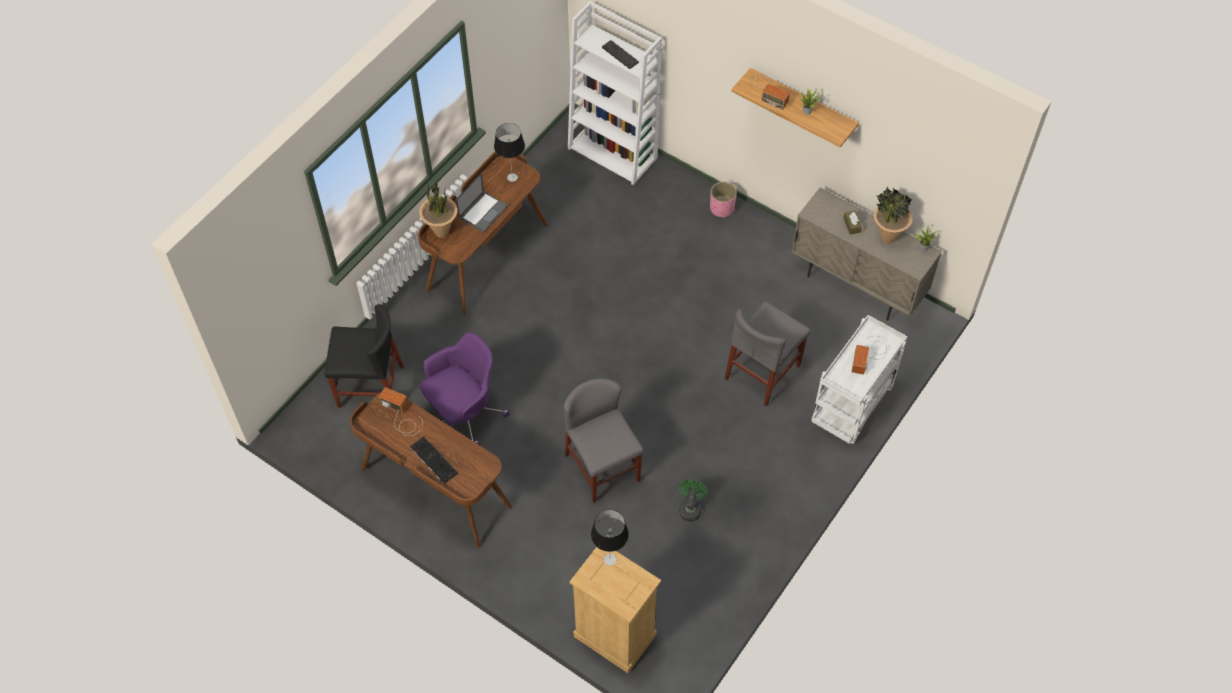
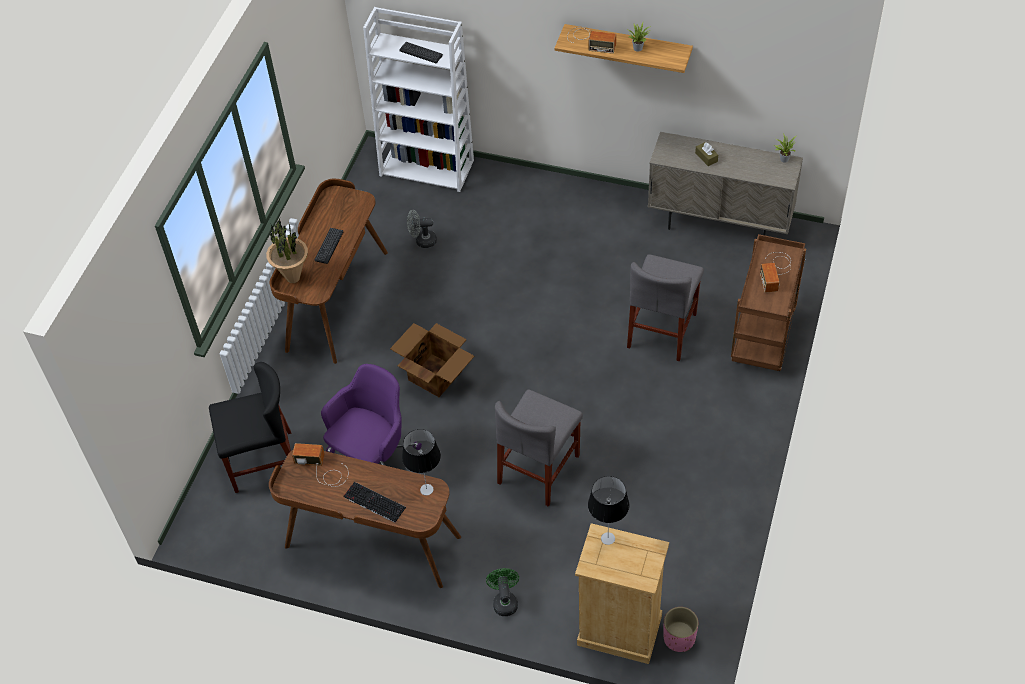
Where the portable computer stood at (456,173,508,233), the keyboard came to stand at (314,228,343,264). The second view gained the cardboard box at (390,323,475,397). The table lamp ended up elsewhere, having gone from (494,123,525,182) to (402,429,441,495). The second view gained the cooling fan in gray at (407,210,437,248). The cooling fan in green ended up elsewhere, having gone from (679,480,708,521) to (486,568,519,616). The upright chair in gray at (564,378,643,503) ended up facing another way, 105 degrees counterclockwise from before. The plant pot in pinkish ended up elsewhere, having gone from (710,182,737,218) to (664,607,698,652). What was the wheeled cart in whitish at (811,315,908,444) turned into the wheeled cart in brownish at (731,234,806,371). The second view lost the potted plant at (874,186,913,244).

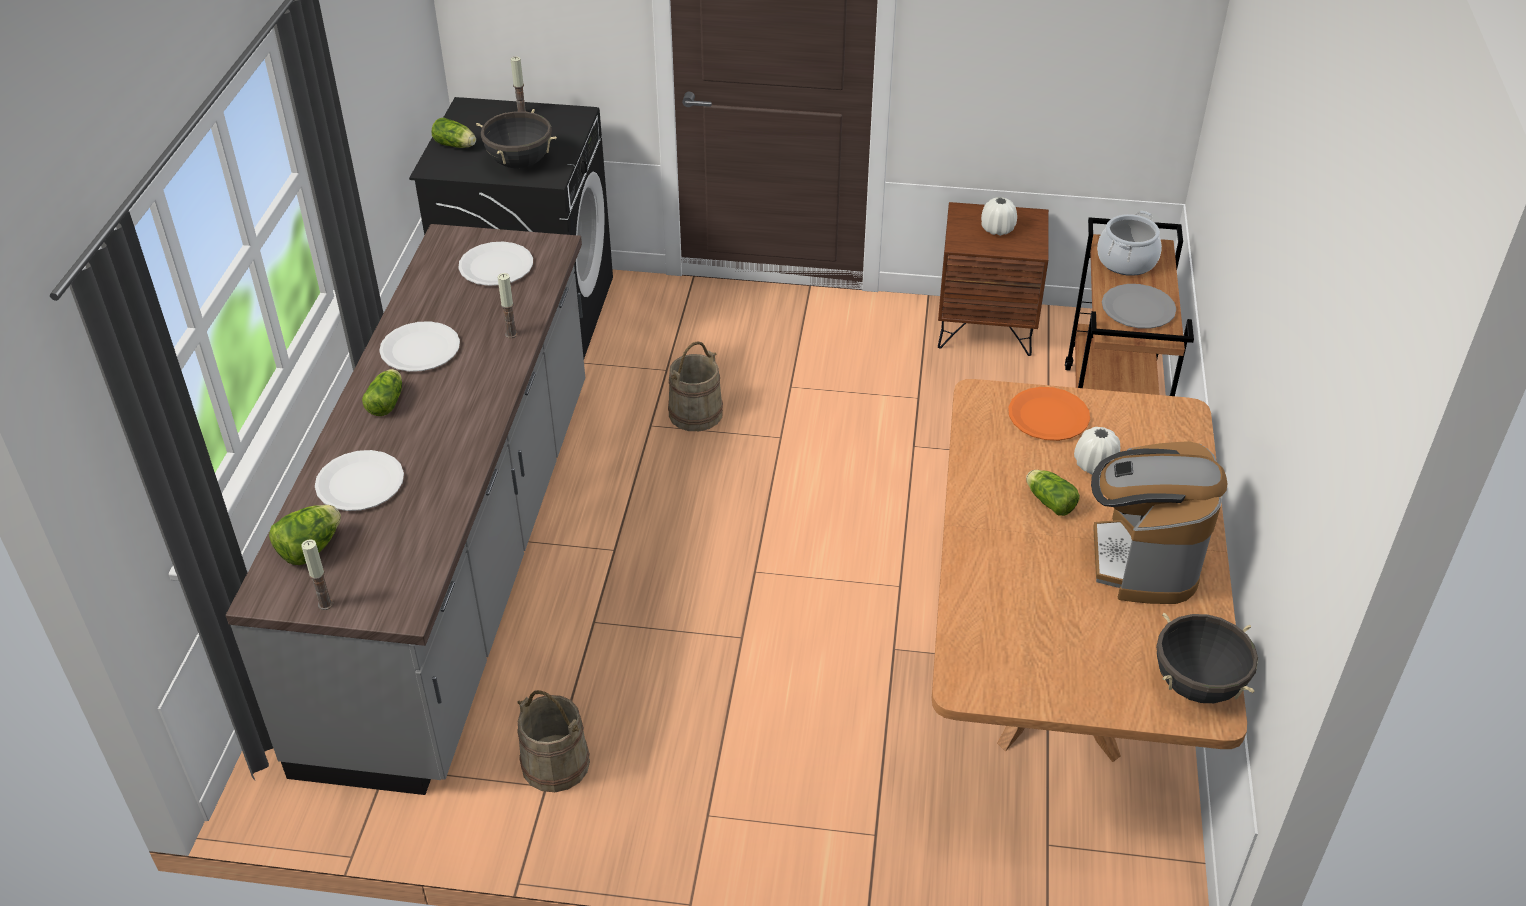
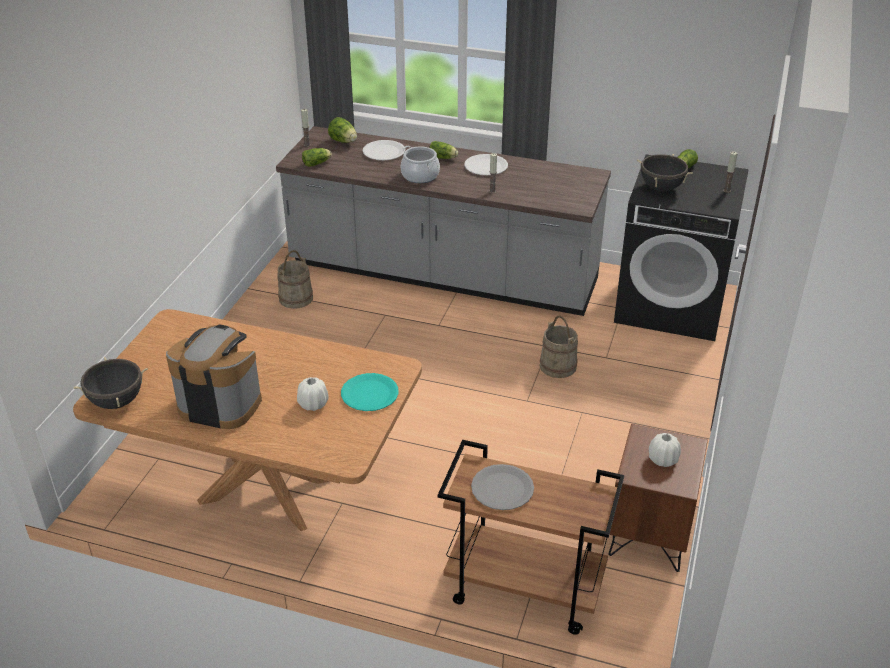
The head of lettuce ended up elsewhere, having gone from (1026,470,1080,516) to (302,148,332,167). What was the plate in orangey at (1008,387,1090,441) turned into the plate in turquoise-coloured at (341,373,399,411). The saucepot ended up elsewhere, having gone from (1097,211,1162,276) to (401,146,440,183). The second view lost the plate in whitish at (459,242,533,286).

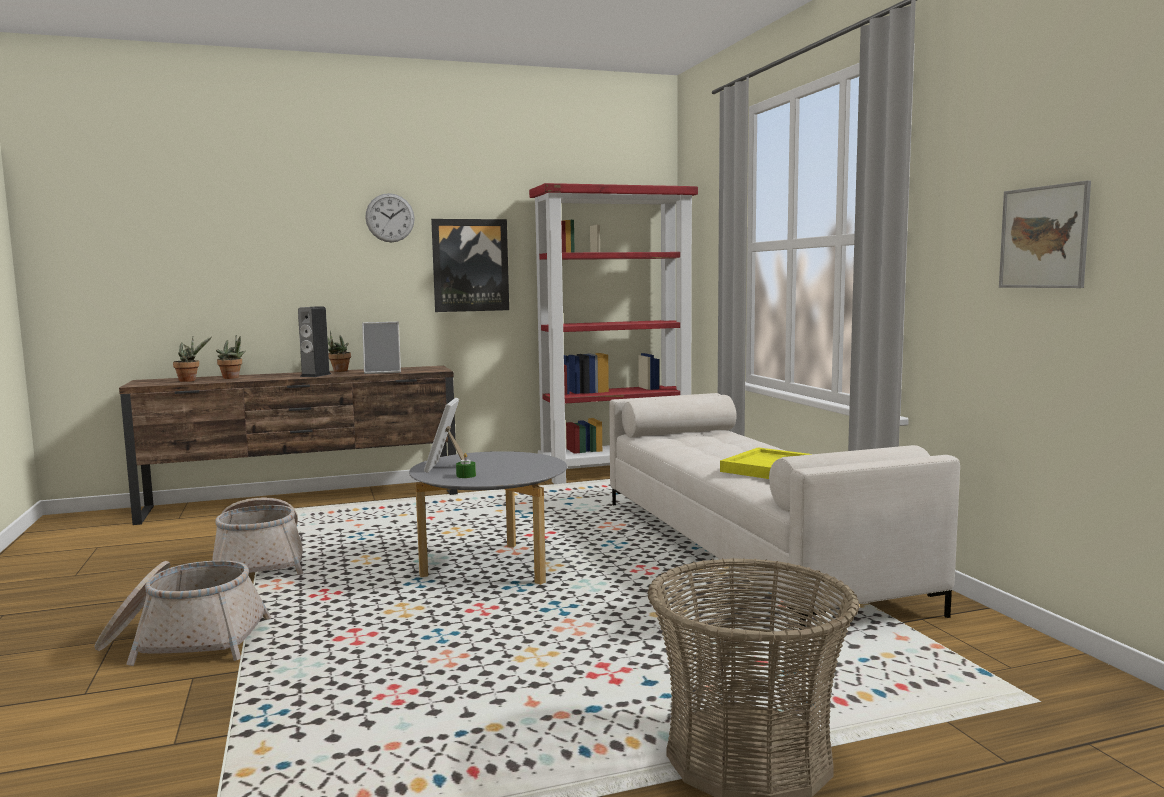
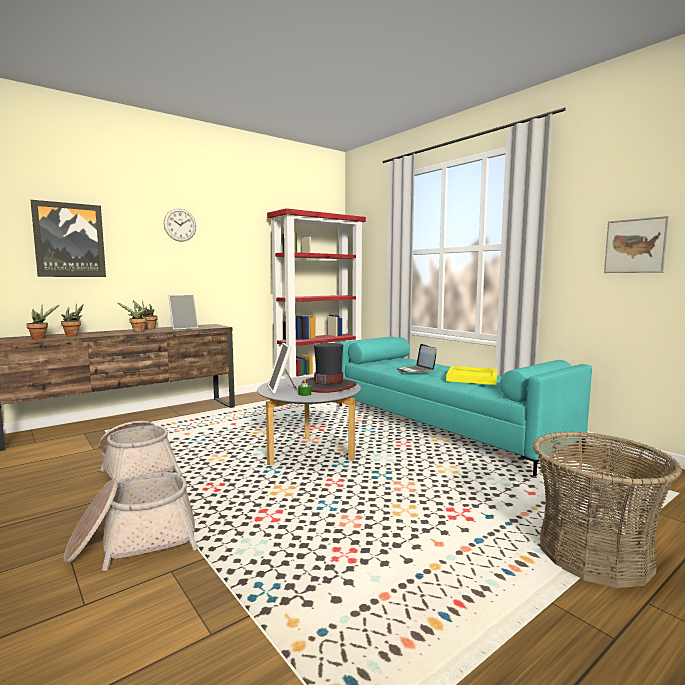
The wall picture ended up elsewhere, having gone from (431,219,509,312) to (31,200,106,277). Where the speaker stood at (298,307,331,377), the potted plant came to stand at (118,303,147,332). The second view gained the wearable hat at (301,343,356,393). What was the sofa in whitish at (609,393,960,630) turned into the sofa in turquoise-coloured at (339,336,592,476). The second view gained the portable computer at (397,344,436,372).

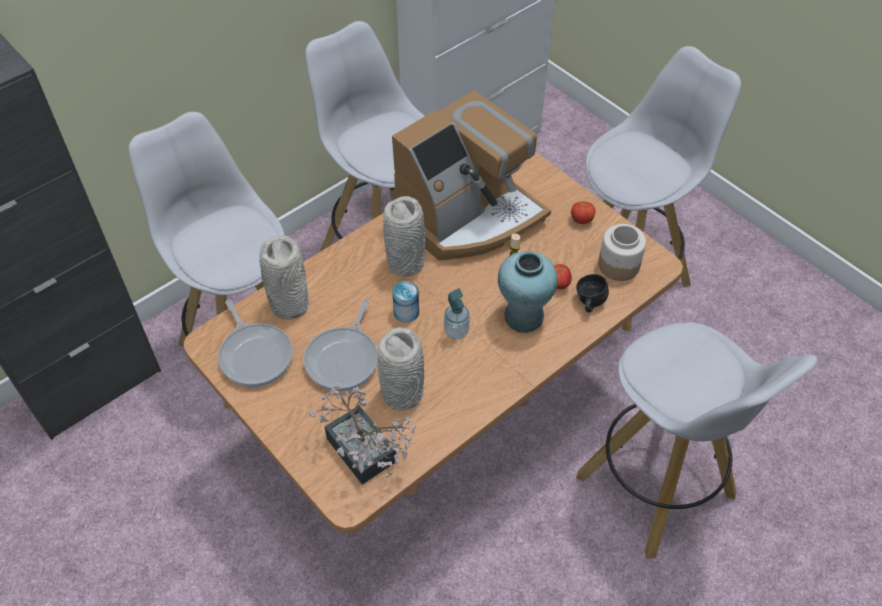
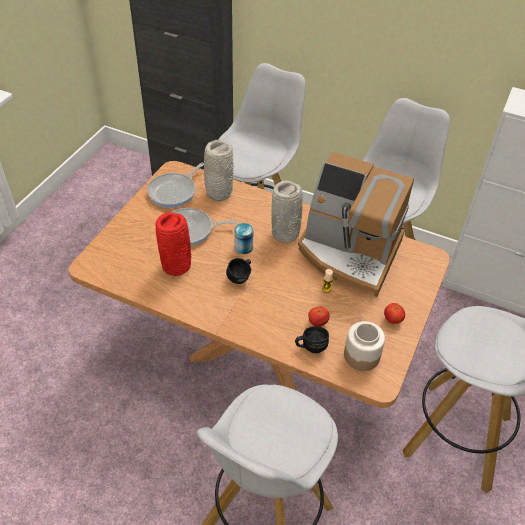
What was the vase in gray at (377,327,424,410) turned into the vase in reddish at (156,212,191,276). Where the liquid soap bottle stood at (444,288,470,340), the coffee mug in blackish came to stand at (226,258,251,284). The second view lost the potted plant at (309,383,416,484). The second view lost the vase in turquoise-coloured at (498,251,558,333).

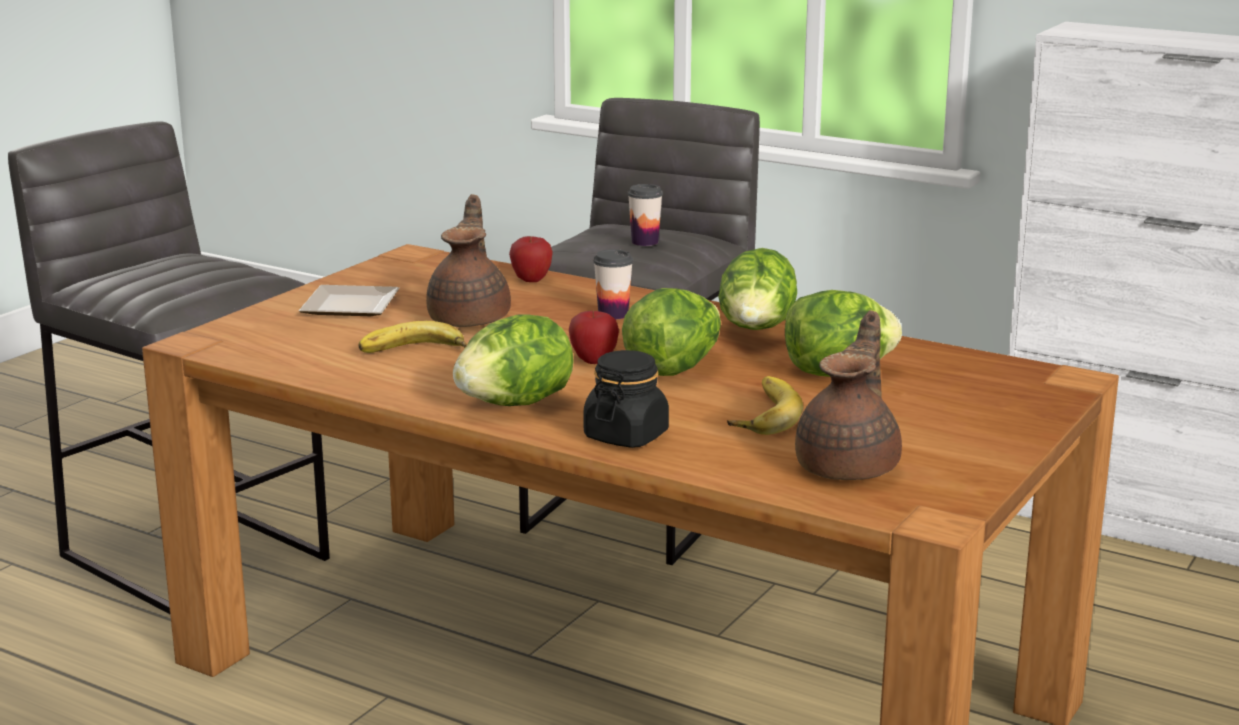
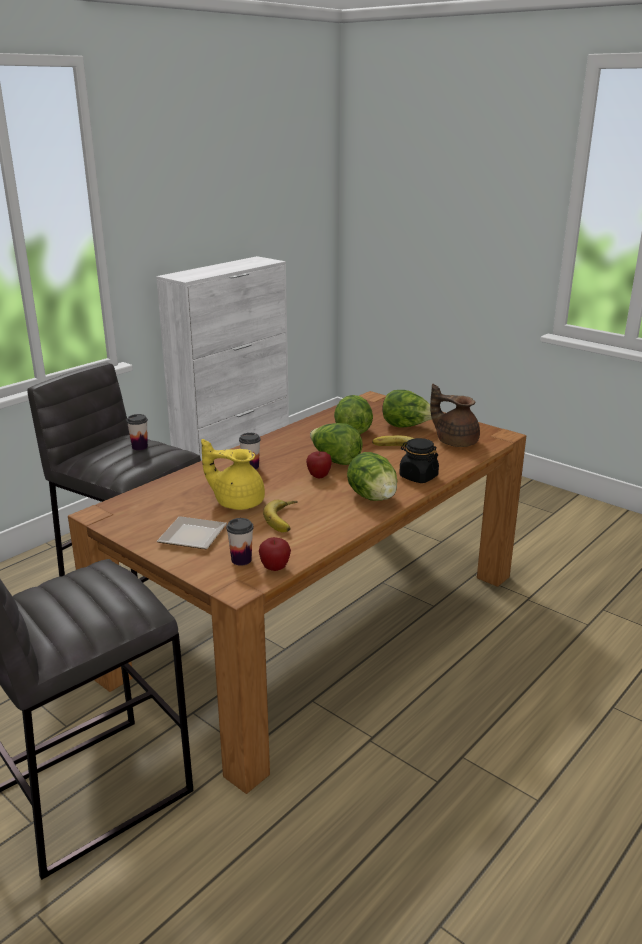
What was the pot for tea in brownish at (426,194,511,327) turned into the pot for tea in yellowish at (201,439,265,510). The second view gained the drinking cup at (226,518,254,565). The apple ended up elsewhere, having gone from (509,236,553,282) to (259,537,291,571). The head of lettuce ended up elsewhere, having gone from (718,248,797,330) to (382,390,432,428).

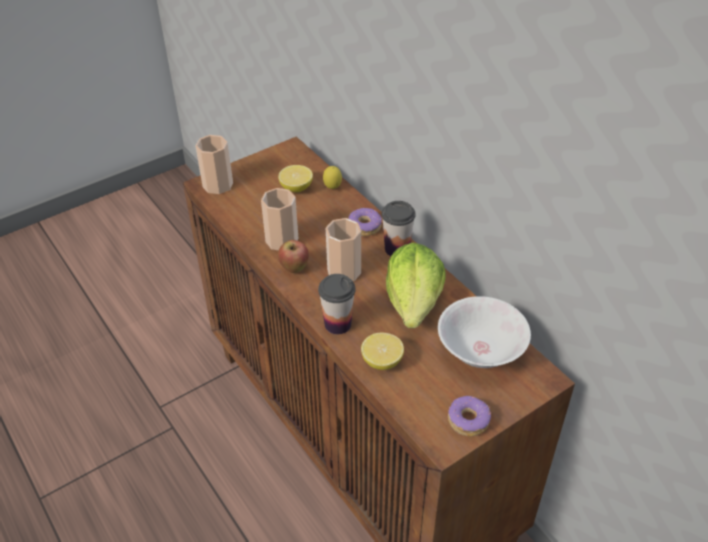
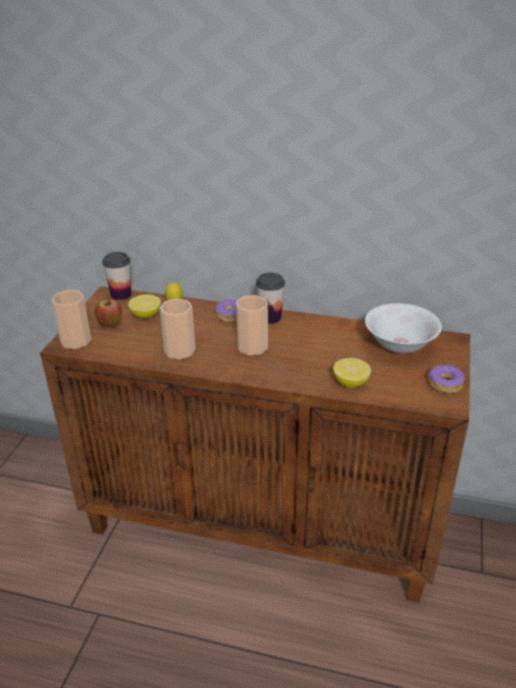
The apple ended up elsewhere, having gone from (278,240,309,273) to (95,299,122,327). The drinking cup ended up elsewhere, having gone from (318,274,356,334) to (102,252,131,300). The second view lost the head of lettuce at (386,243,445,328).

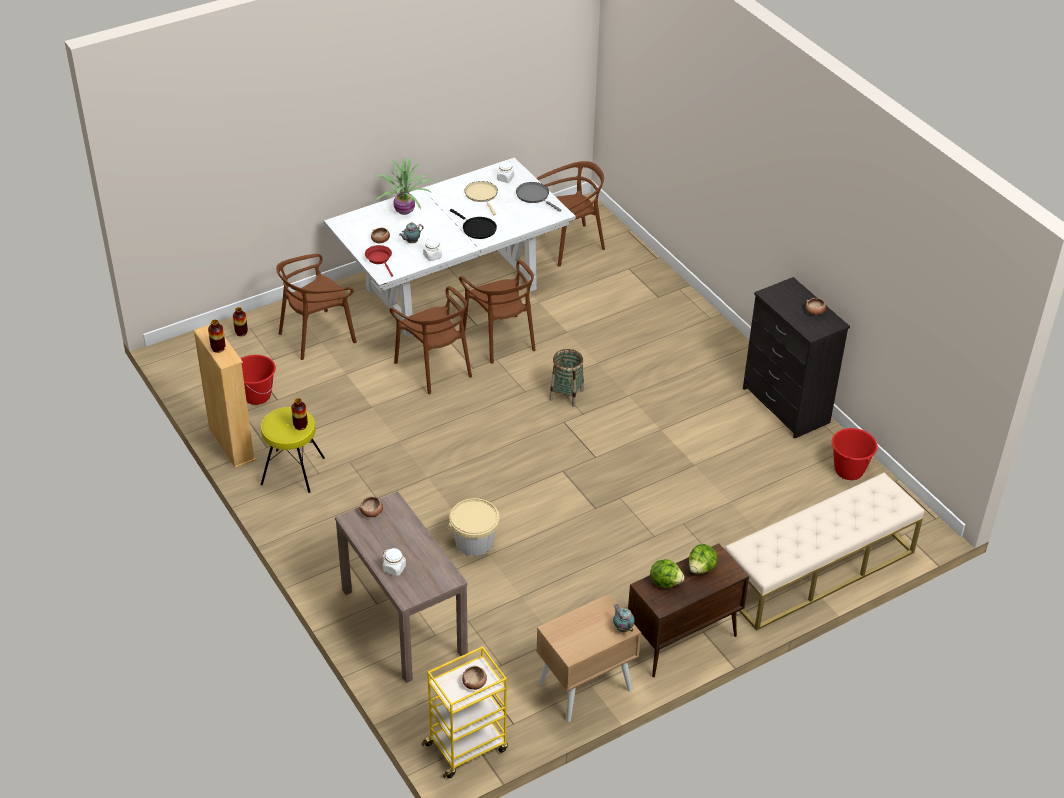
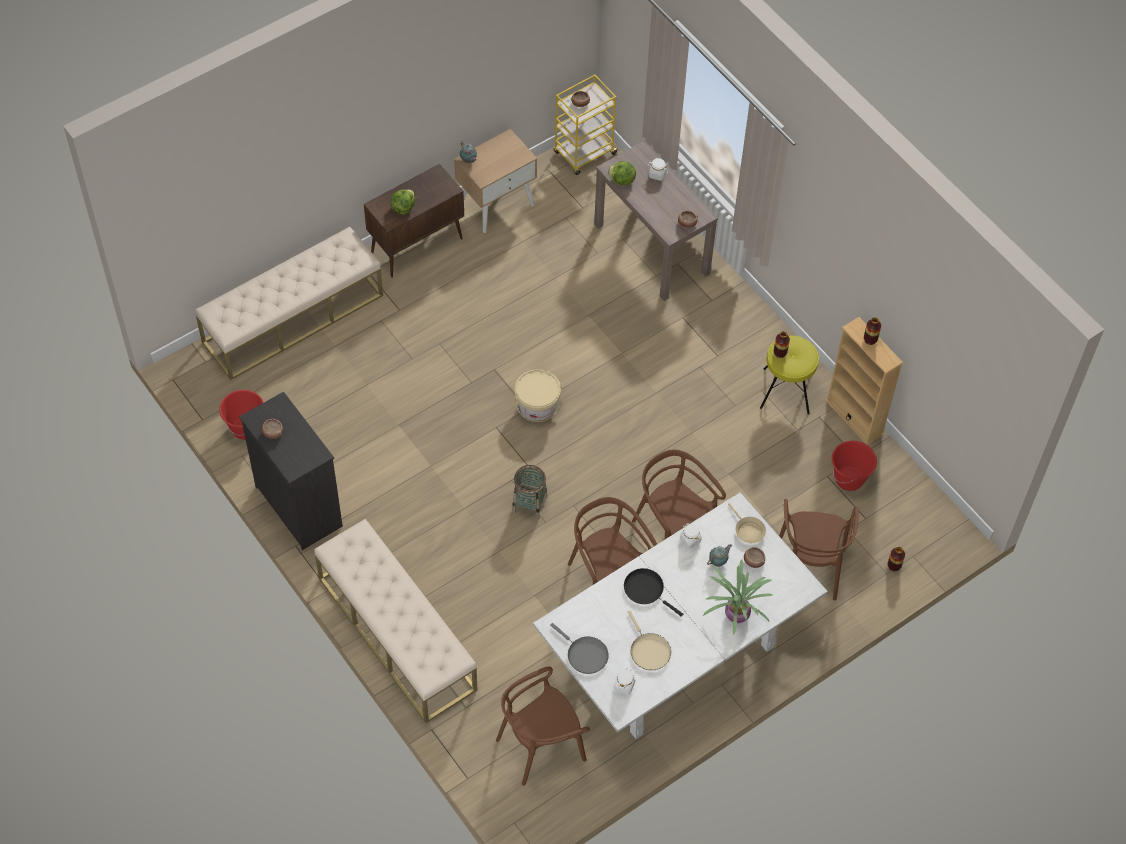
The second view gained the long seat in beige-coloured at (314,519,477,723). The water bucket in beige-coloured ended up elsewhere, having gone from (446,498,500,556) to (514,369,564,422). The head of lettuce ended up elsewhere, having gone from (650,559,684,588) to (608,161,636,185). What was the skillet in reddish at (365,245,393,277) turned into the skillet in beige-coloured at (728,503,766,543). The upright chair in brownish at (276,254,357,360) ended up facing another way, 135 degrees clockwise from before.

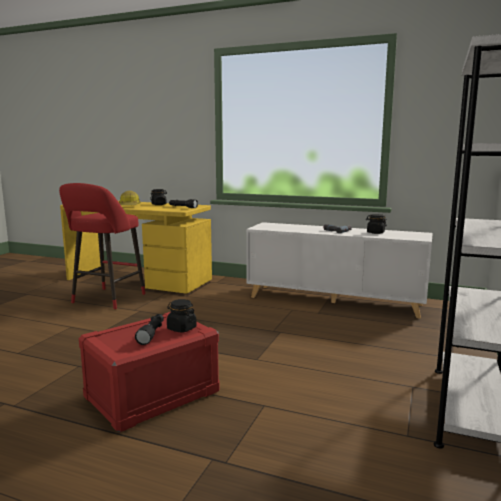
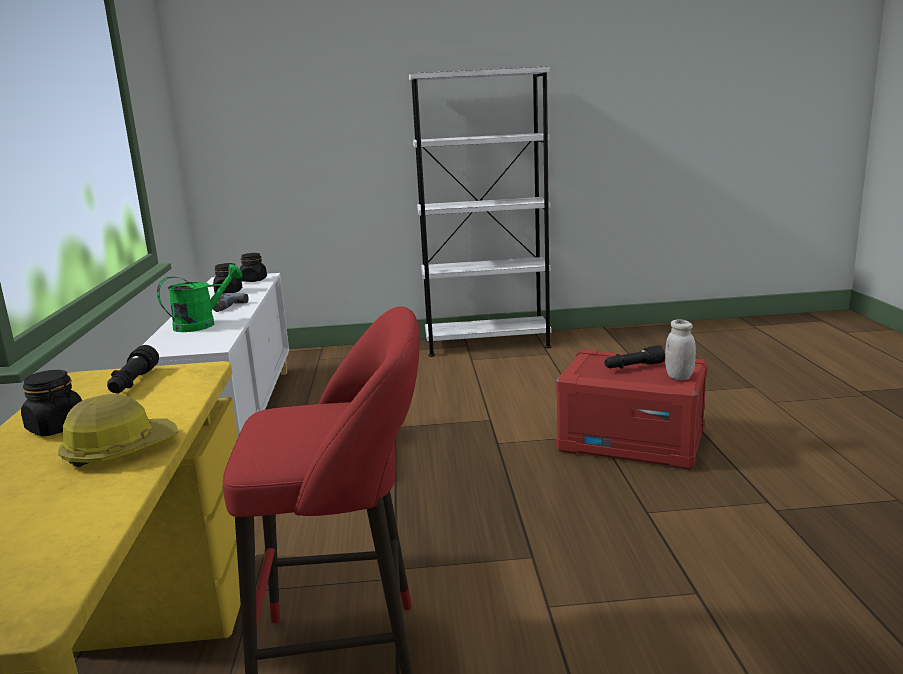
The second view gained the sprinkling can in green at (157,264,242,332). The jar in blackish ended up elsewhere, having gone from (167,299,197,333) to (240,253,267,282). The second view gained the jar in whitish at (665,319,696,380).

